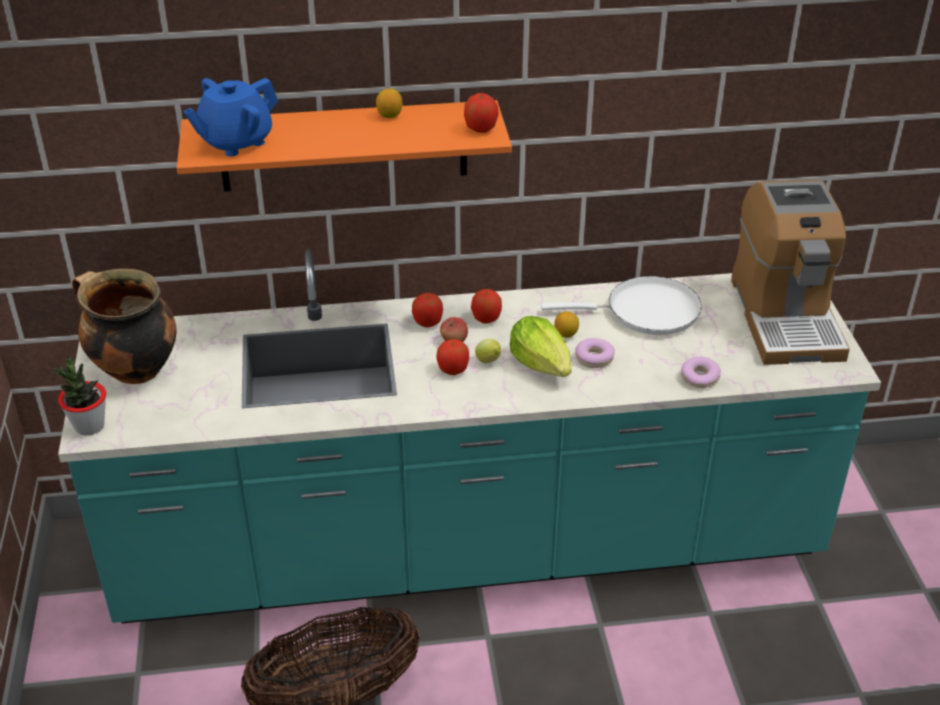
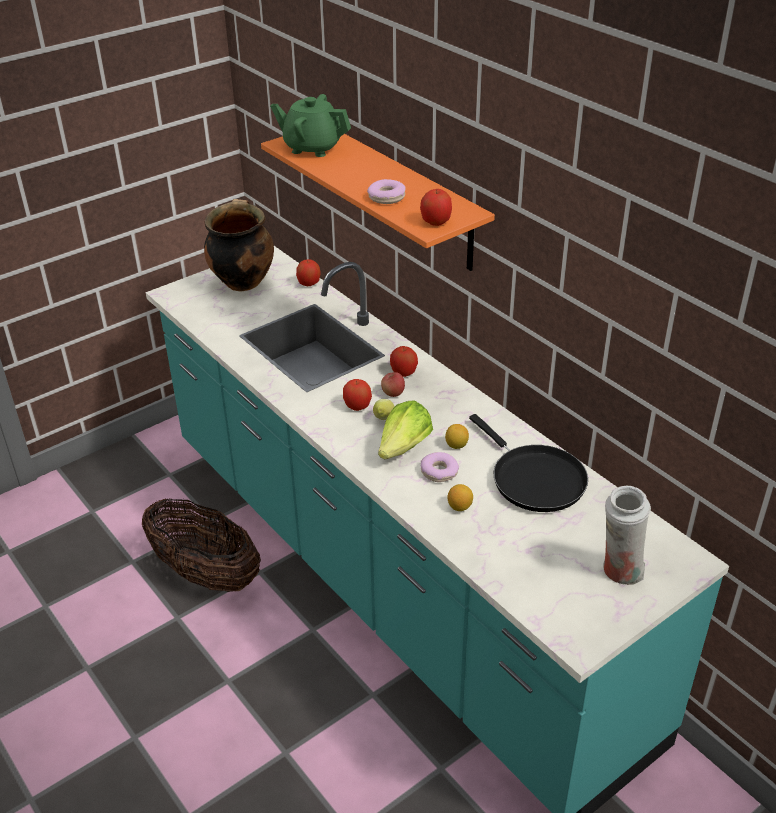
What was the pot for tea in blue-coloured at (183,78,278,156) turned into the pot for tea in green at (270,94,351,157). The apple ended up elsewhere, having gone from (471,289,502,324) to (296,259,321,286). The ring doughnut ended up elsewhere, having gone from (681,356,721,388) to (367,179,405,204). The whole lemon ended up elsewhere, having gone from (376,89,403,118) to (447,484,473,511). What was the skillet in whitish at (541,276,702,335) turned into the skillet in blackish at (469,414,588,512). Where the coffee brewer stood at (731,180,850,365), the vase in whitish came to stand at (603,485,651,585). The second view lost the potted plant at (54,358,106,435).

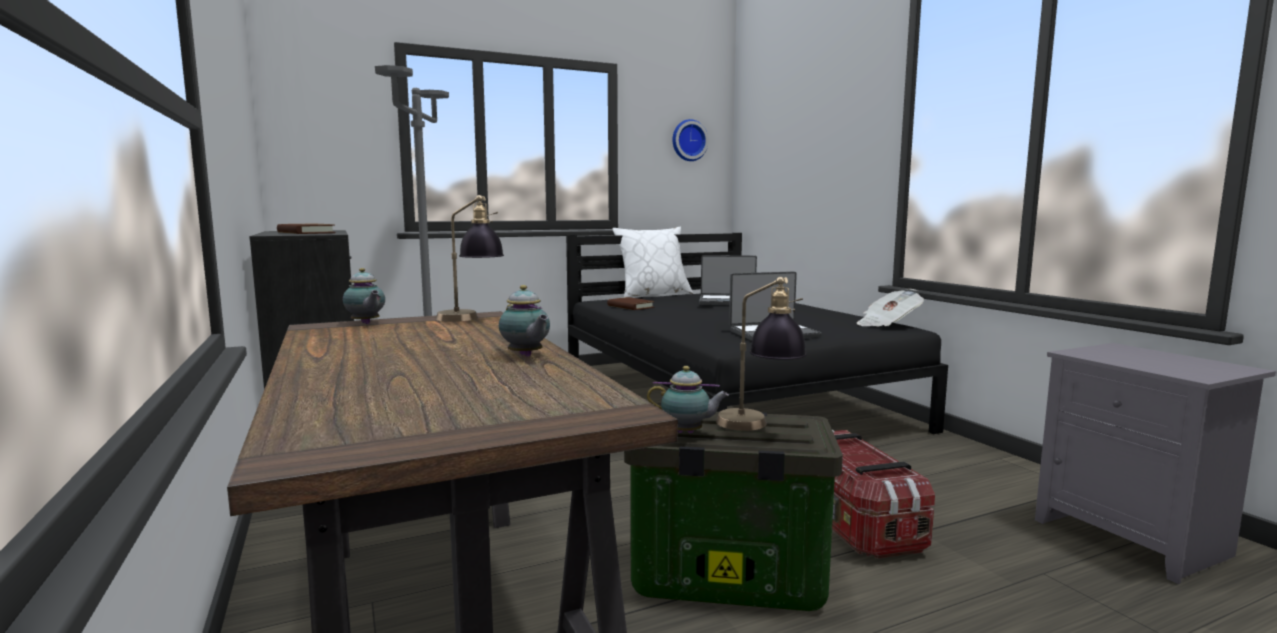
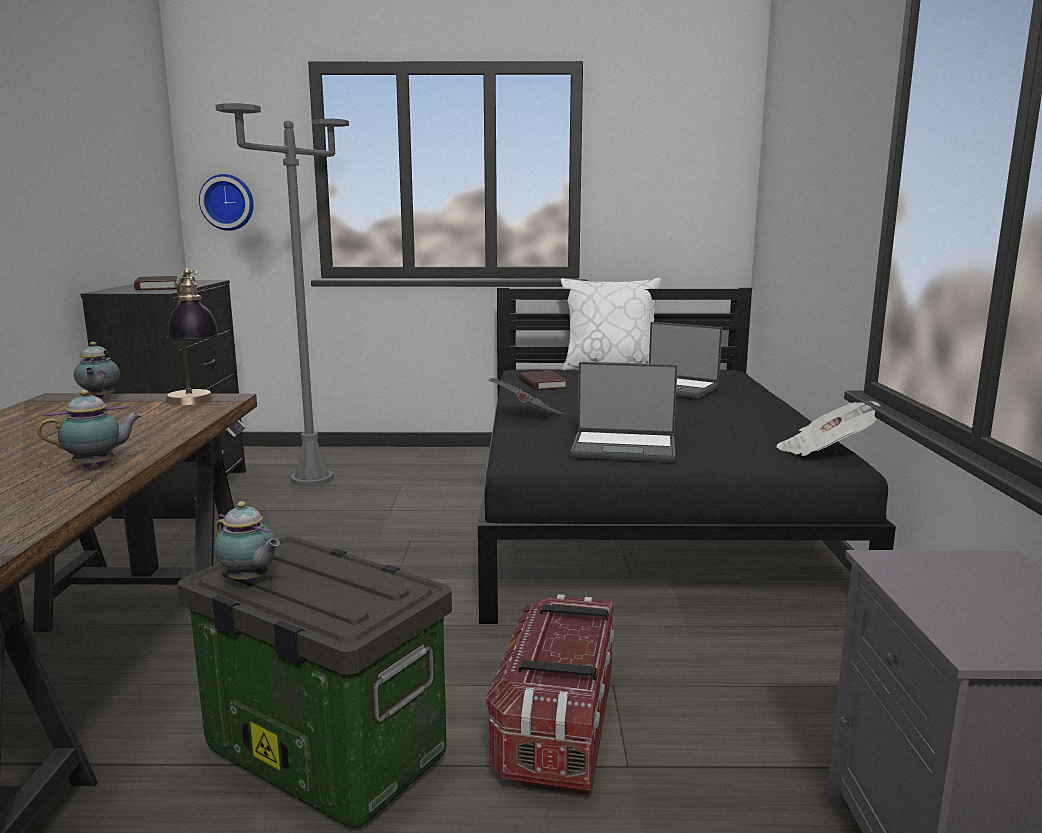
The pot for tea at (499,285,550,357) ended up facing another way, 105 degrees counterclockwise from before. The clock on the wall ended up elsewhere, having gone from (672,119,709,161) to (199,174,254,231). The second view gained the daily paper at (488,378,566,414). The second view lost the table lamp at (716,277,807,431).

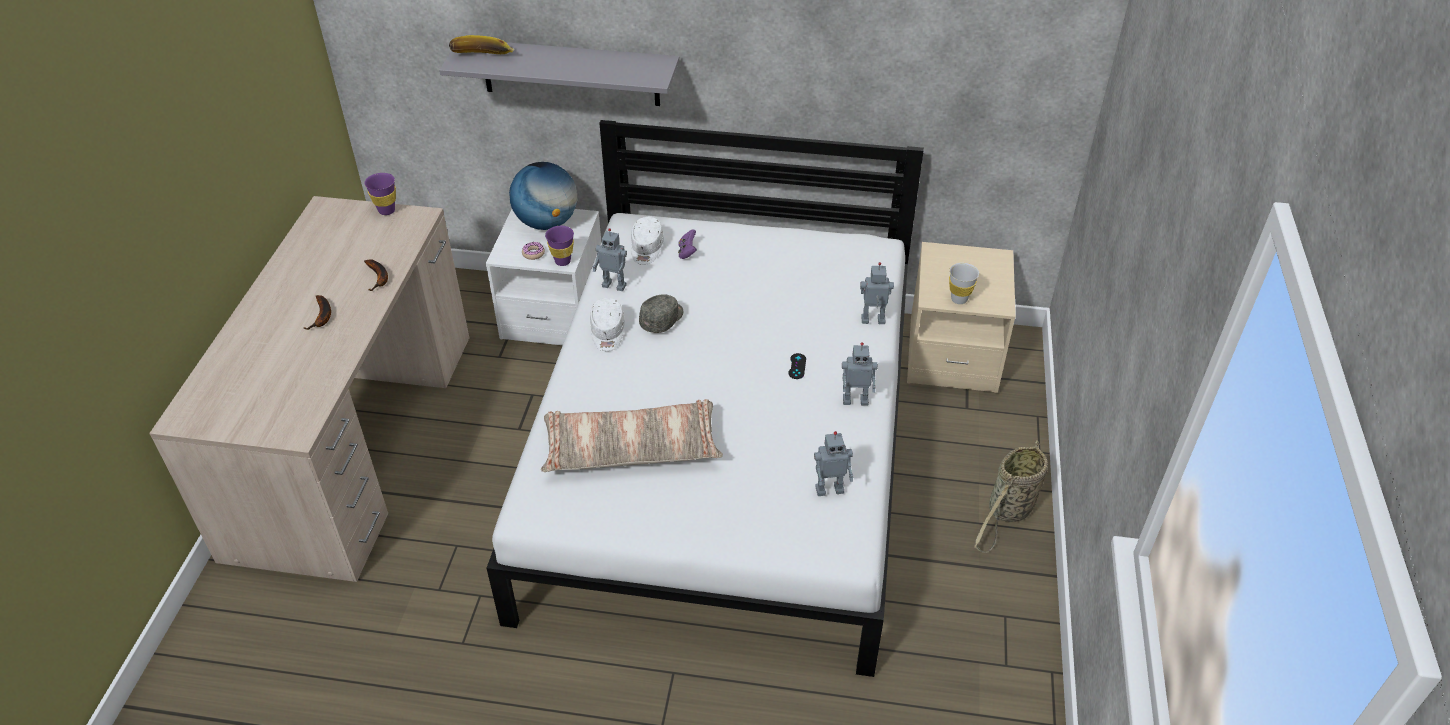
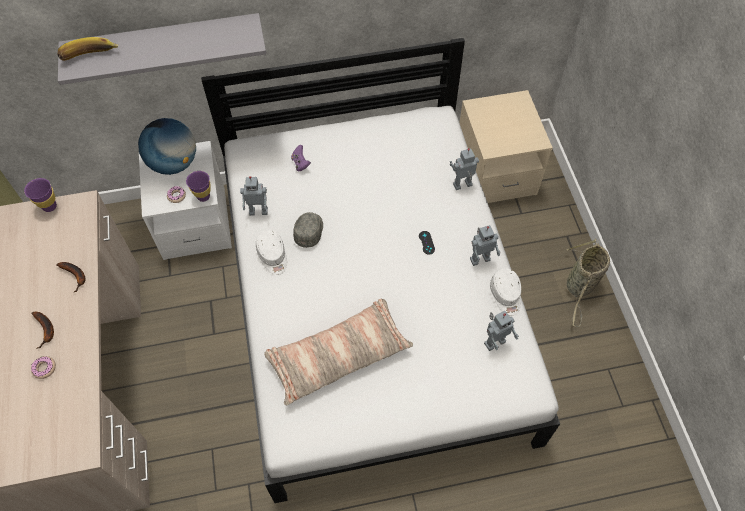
The second view gained the ring doughnut at (31,356,56,379). The baseball cap in whitish ended up elsewhere, having gone from (631,217,664,265) to (490,268,521,316). The second view lost the drinking cup in whitish at (949,263,979,304).

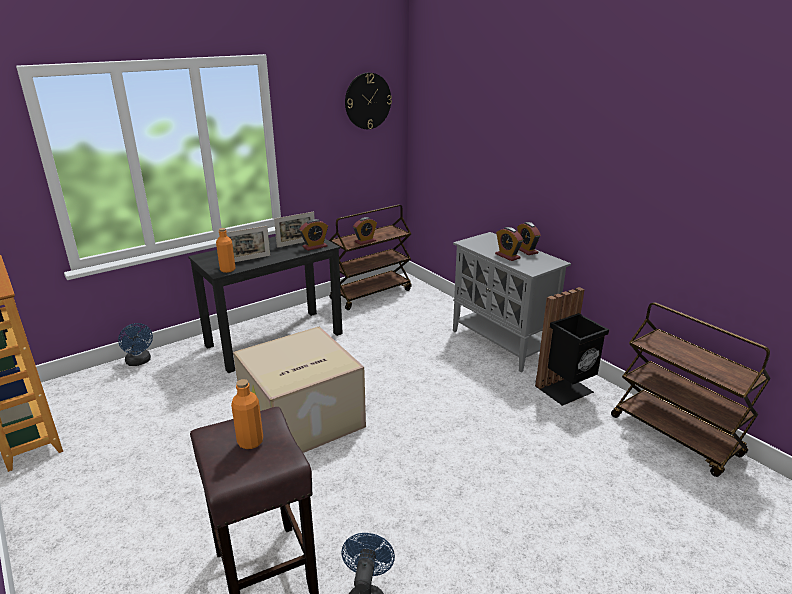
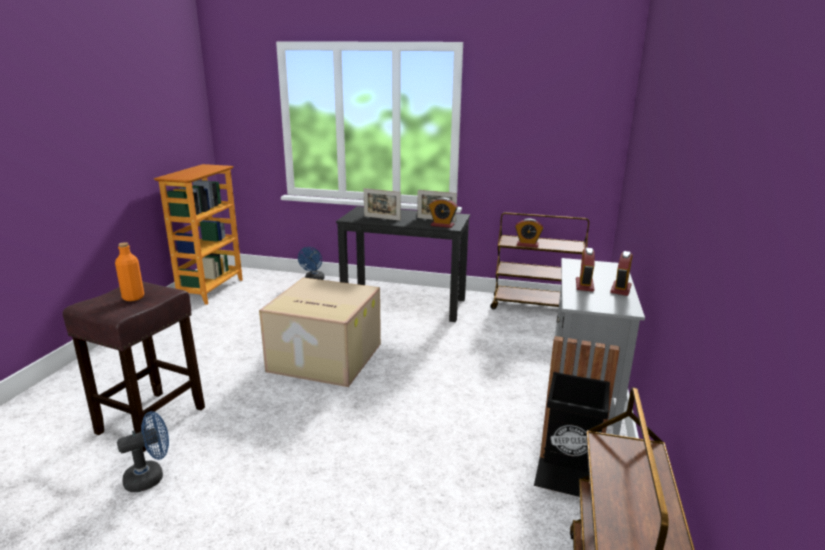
The second view lost the bottle in orangey at (216,228,236,273). The second view lost the clock on the wall at (345,73,392,129).

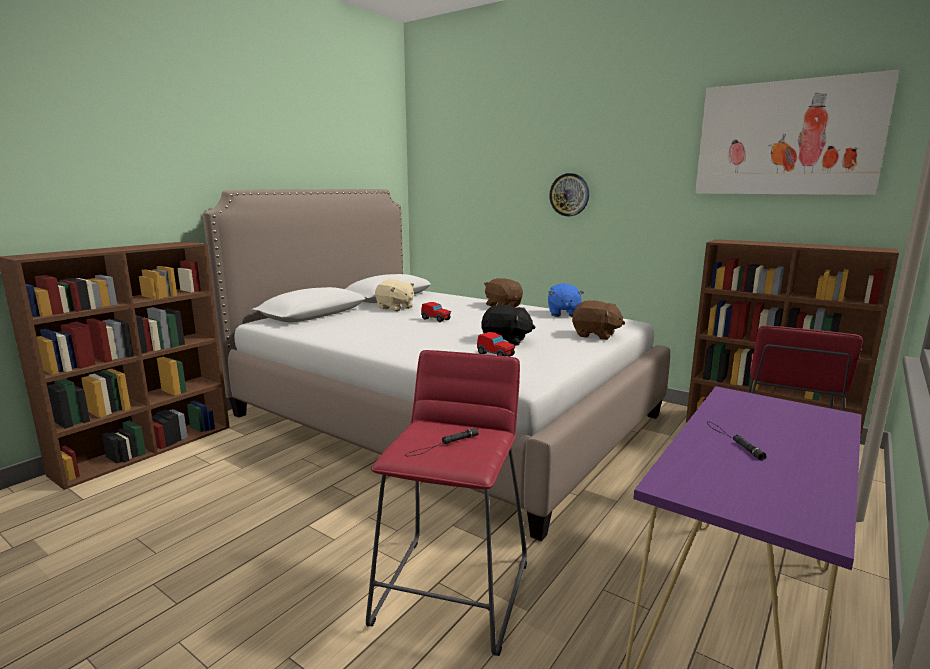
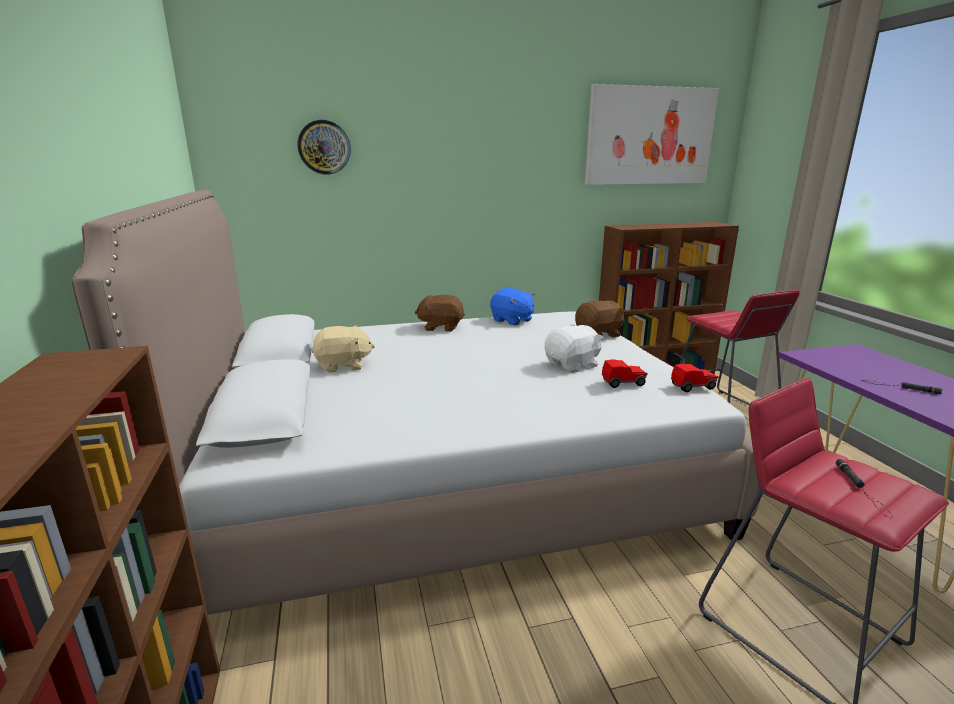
The clock on the wall ended up elsewhere, having gone from (549,173,589,216) to (298,120,351,175). What was the plush toy in blackish at (481,305,536,346) turned into the plush toy in whitish at (545,324,603,373). The miniature car ended up elsewhere, having gone from (421,302,451,322) to (671,363,718,392).

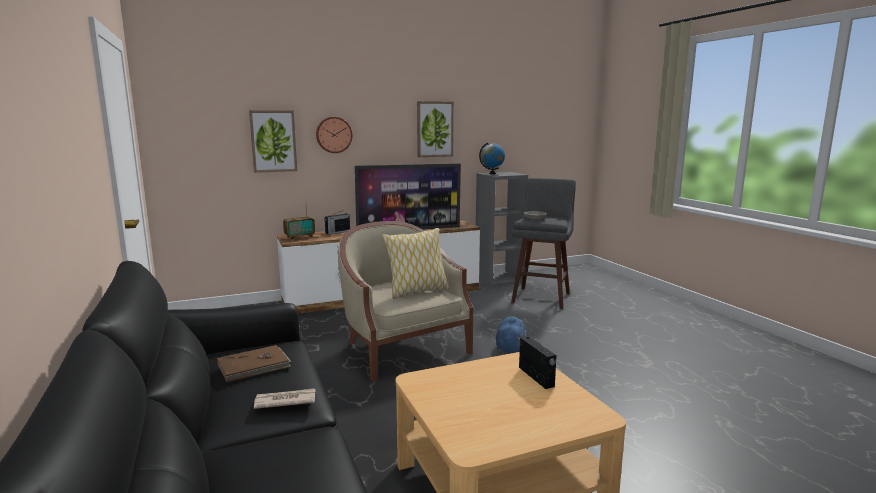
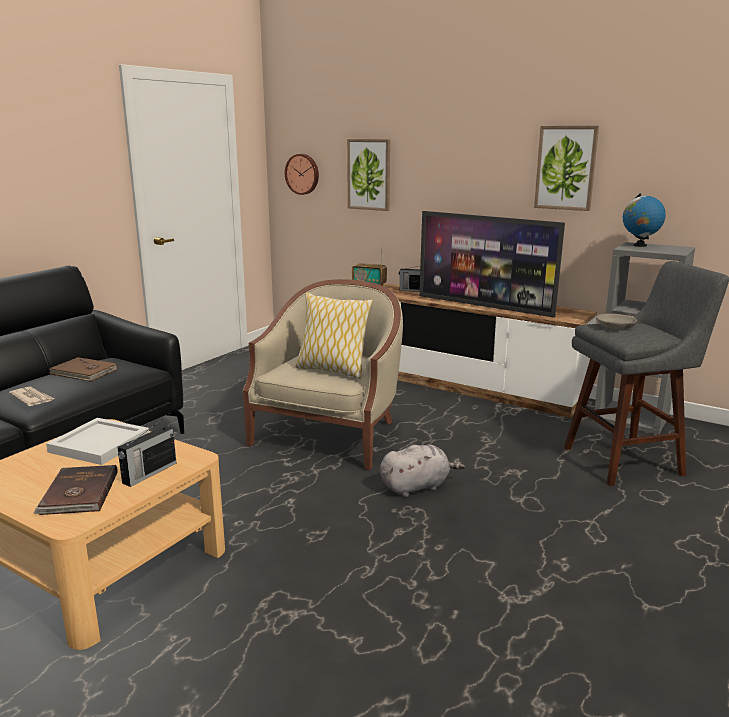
The second view gained the volume in brownish at (33,465,118,515). The second view gained the tray in whitish at (46,418,149,465). The clock on the wall ended up elsewhere, having gone from (316,117,352,153) to (285,154,319,195). What was the plush toy in blue-coloured at (496,316,525,354) turned into the plush toy in gray at (380,445,465,497).

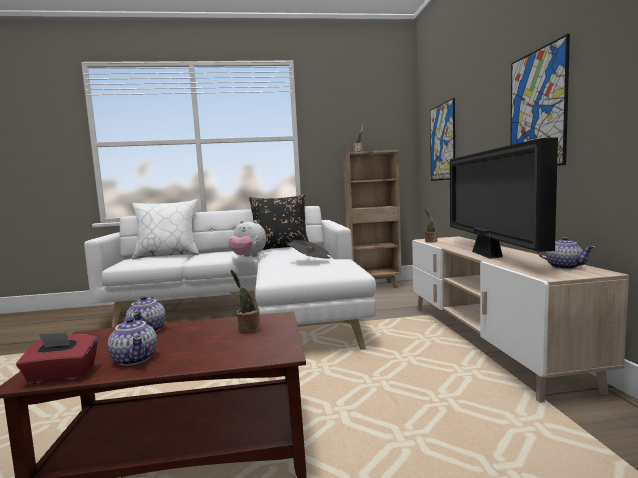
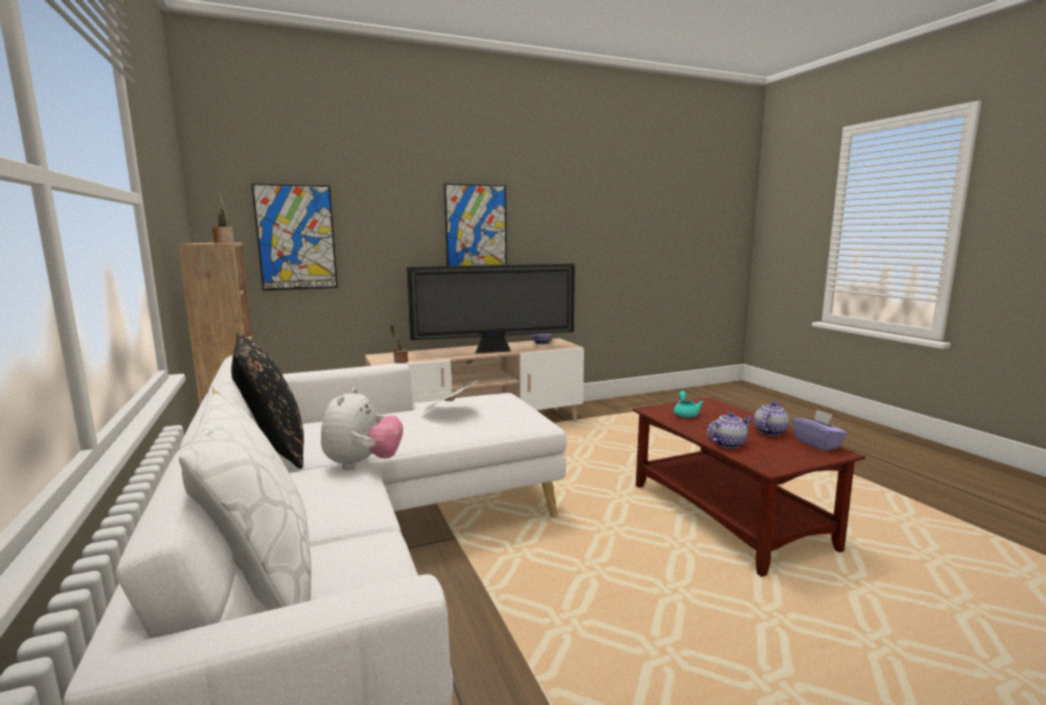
Where the potted plant stood at (231,270,261,333), the pot for tea in turquoise-coloured came to stand at (673,391,703,418). What was the tissue holder in reddish at (16,332,98,384) turned into the tissue holder in purple-coloured at (793,409,847,451).

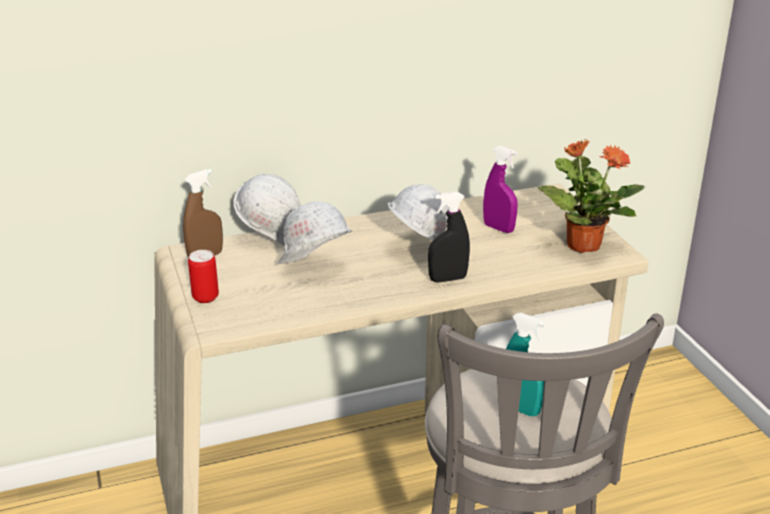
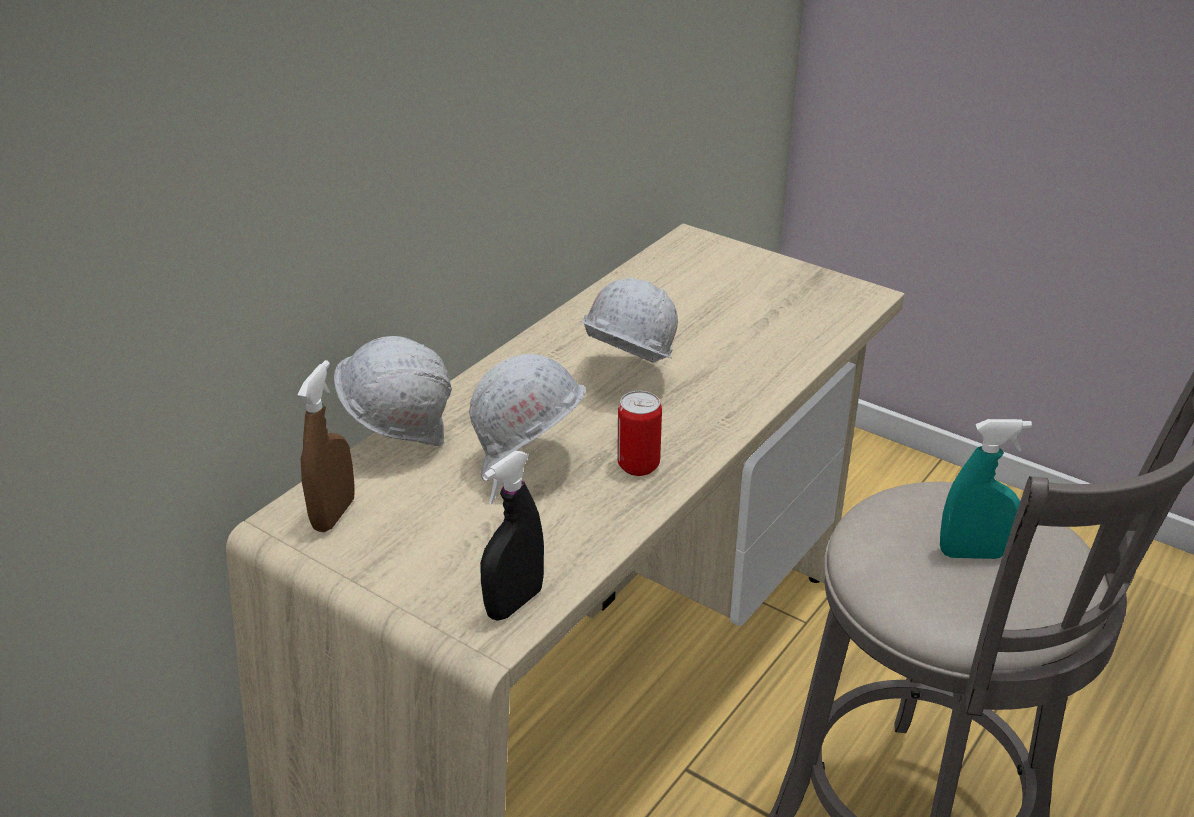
The hand sprayer in blackish ended up elsewhere, having gone from (428,192,470,282) to (480,451,544,621). The can ended up elsewhere, having gone from (188,250,219,303) to (617,391,662,476). The second view lost the hand sprayer in purple-coloured at (483,146,518,233). The second view lost the potted plant at (538,139,645,253).

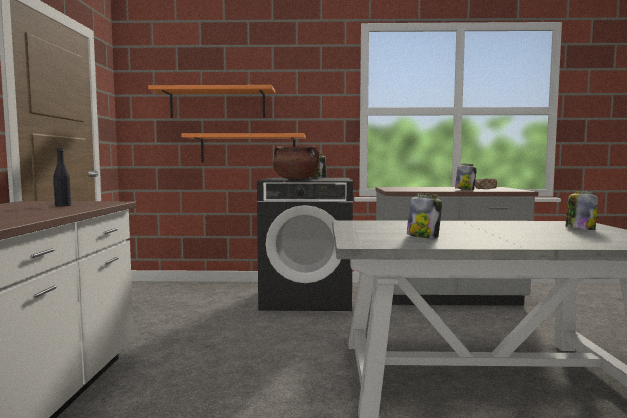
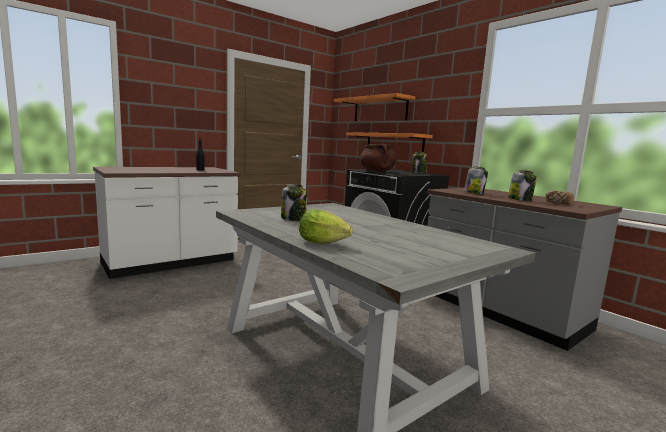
The second view gained the head of lettuce at (299,209,353,244). The jar ended up elsewhere, having gone from (565,191,598,230) to (464,166,488,194).

